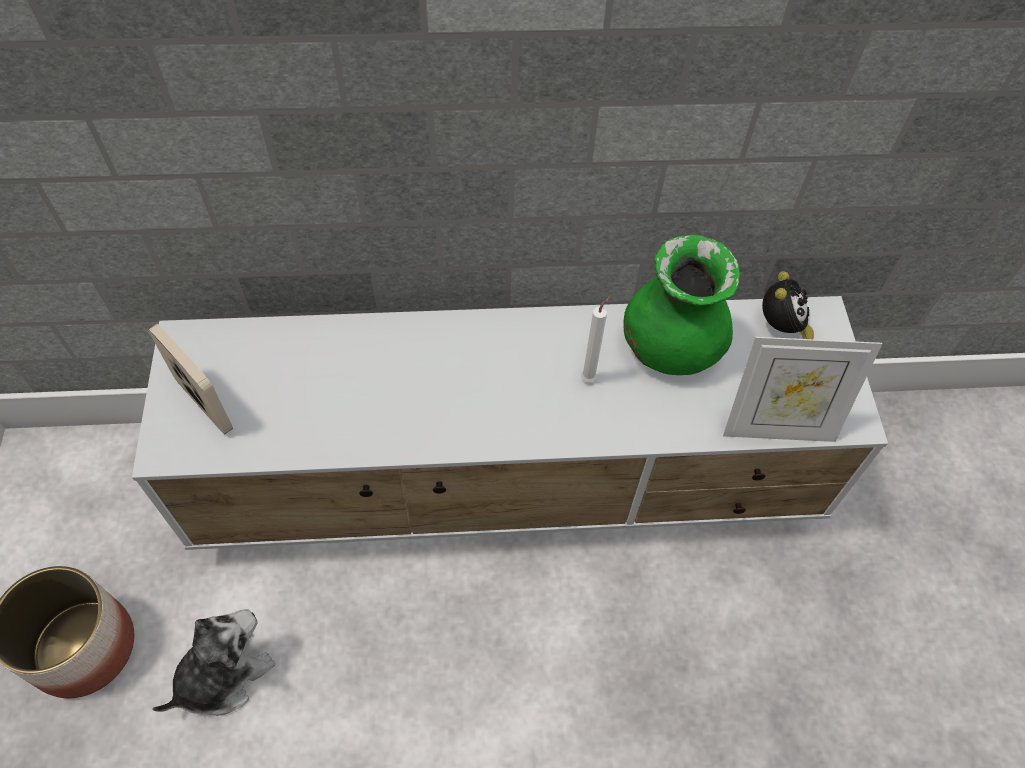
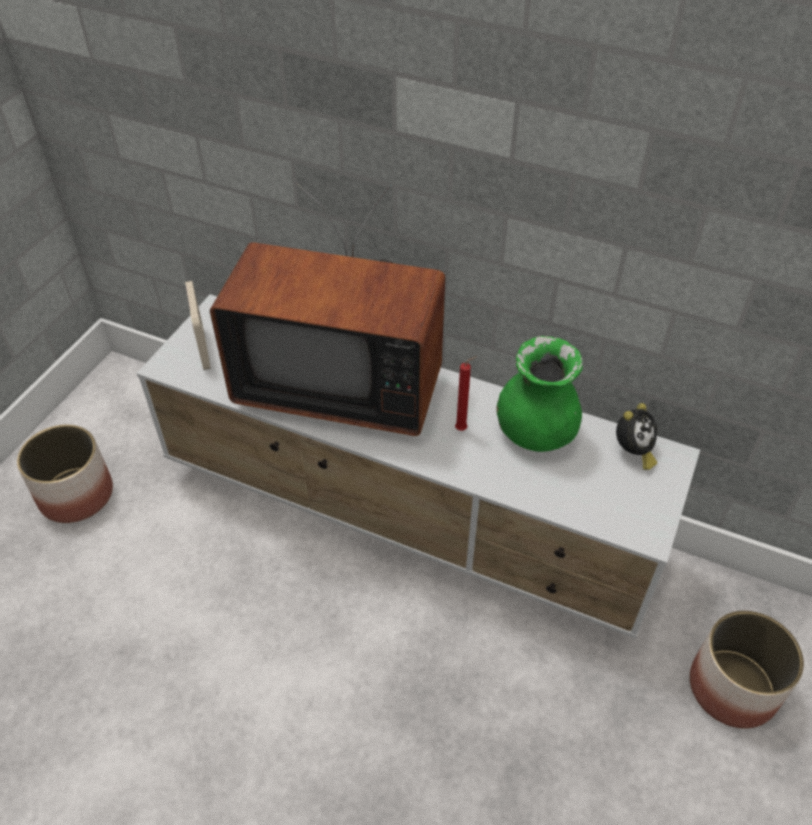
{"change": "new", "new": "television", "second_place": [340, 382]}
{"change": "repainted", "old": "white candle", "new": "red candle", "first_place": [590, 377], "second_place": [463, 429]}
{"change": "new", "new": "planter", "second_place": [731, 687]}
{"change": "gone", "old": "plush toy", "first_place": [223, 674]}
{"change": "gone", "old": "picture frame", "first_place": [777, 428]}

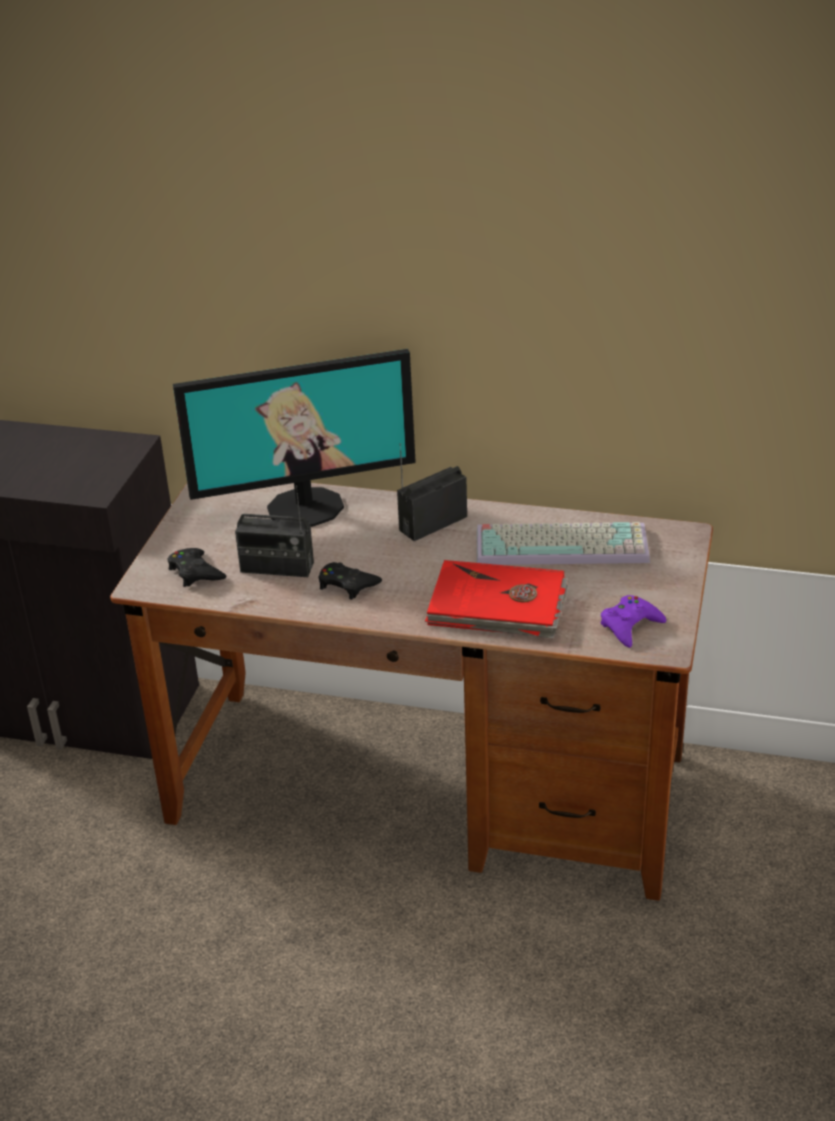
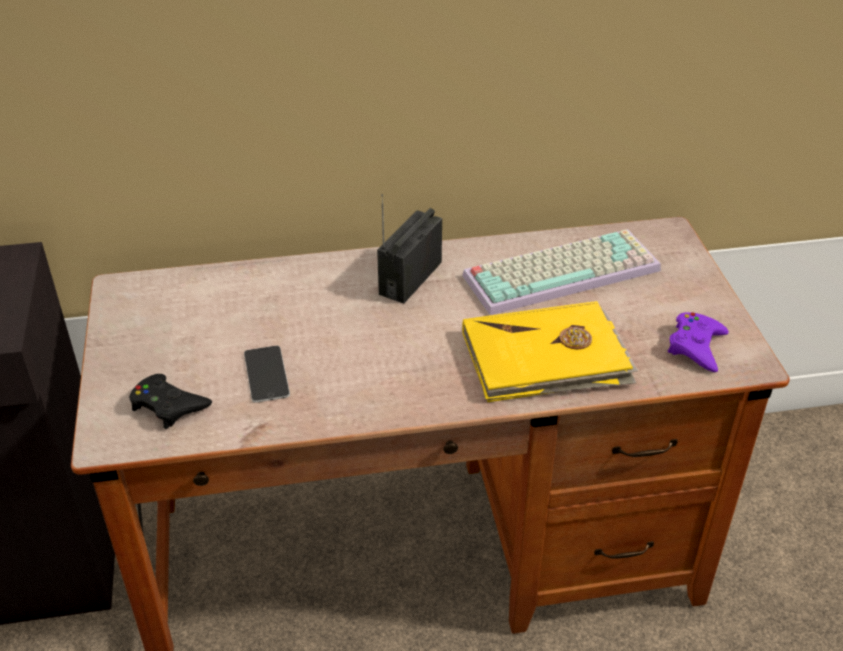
{"change": "swapped", "old": "radio", "new": "phone", "first_place": [277, 567], "second_place": [266, 374]}
{"change": "repainted", "old": "red book", "new": "yellow book", "first_place": [497, 606], "second_place": [546, 358]}
{"change": "gone", "old": "monitor", "first_place": [305, 506]}
{"change": "gone", "old": "black game controller", "first_place": [347, 584]}

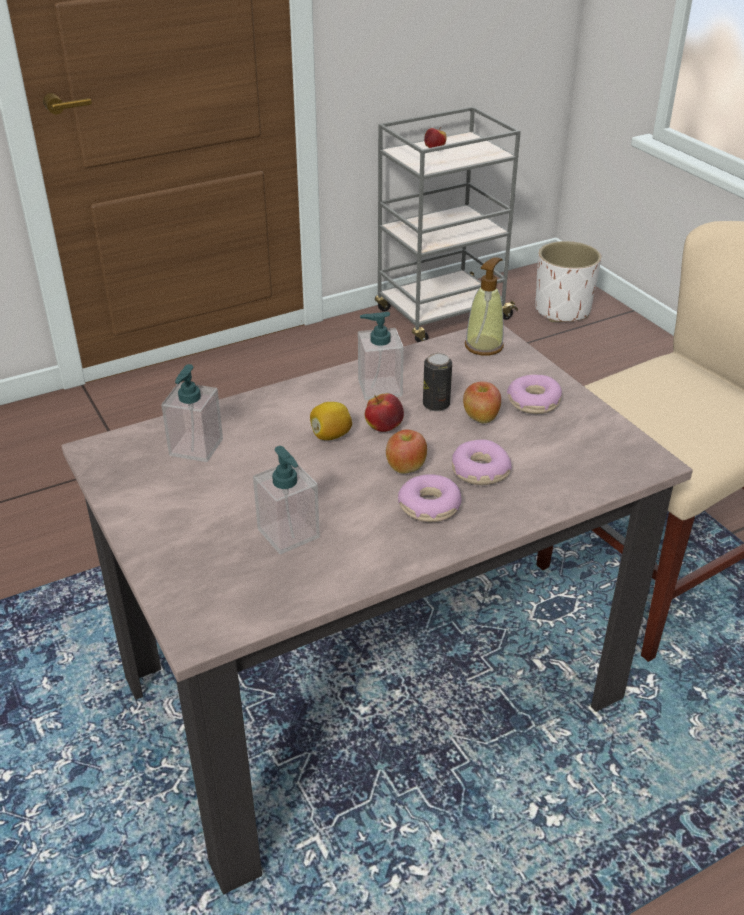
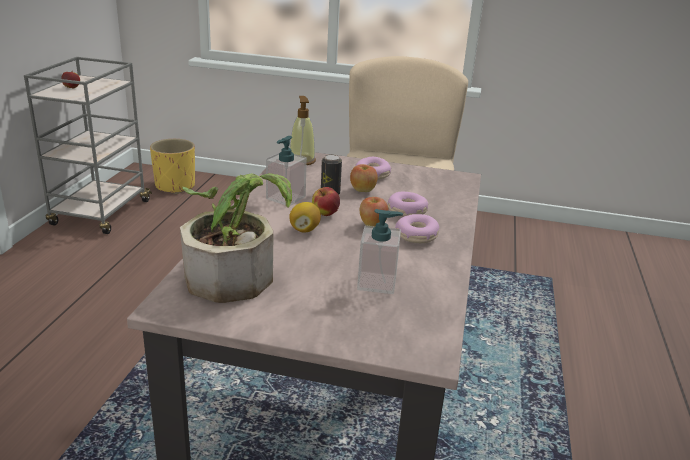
{"change": "repainted", "old": "white planter", "new": "yellow planter", "first_place": [563, 311], "second_place": [175, 186]}
{"change": "swapped", "old": "soap dispenser", "new": "potted plant", "first_place": [196, 447], "second_place": [235, 272]}

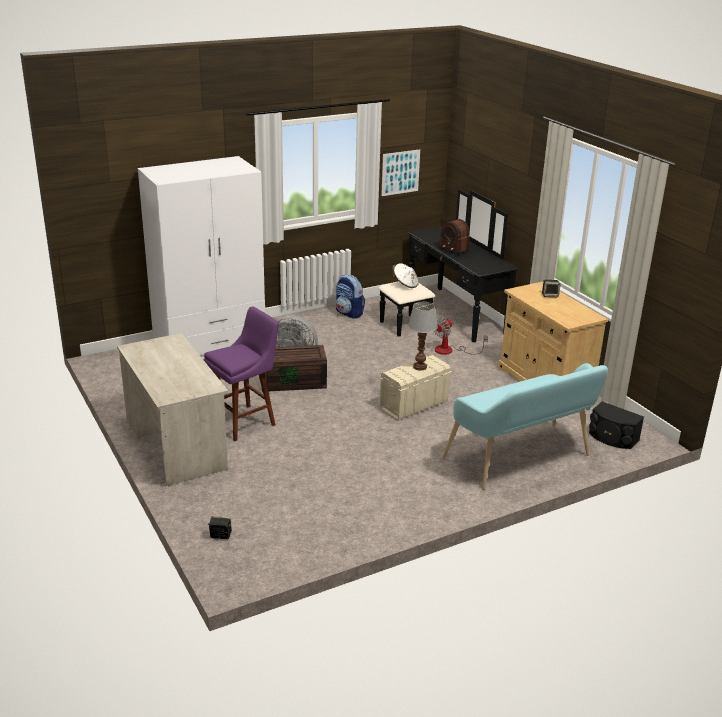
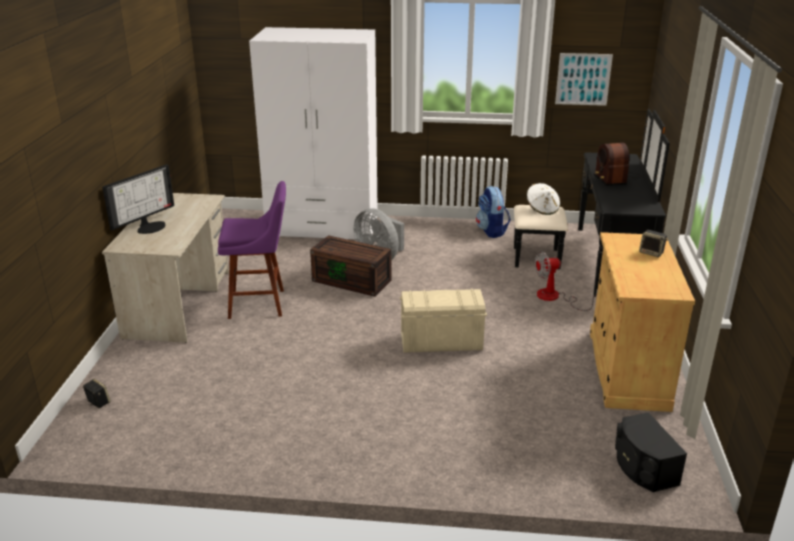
{"change": "new", "new": "monitor", "second_place": [150, 226]}
{"change": "gone", "old": "table lamp", "first_place": [420, 367]}
{"change": "gone", "old": "turquoise bench", "first_place": [522, 460]}

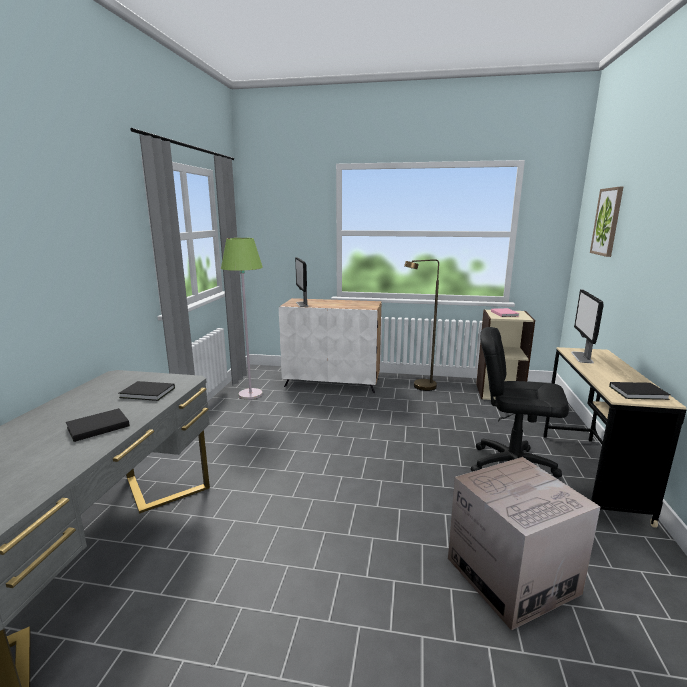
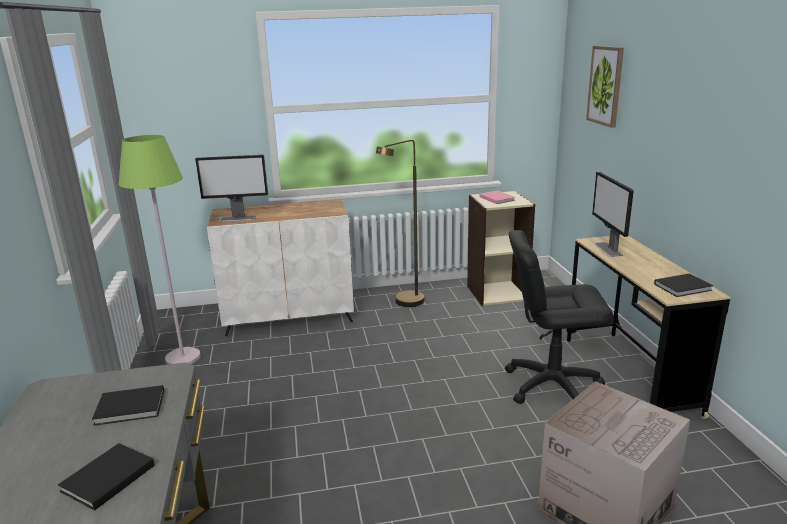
{"change": "rotated", "old": "monitor", "first_place": [302, 304], "second_place": [238, 218], "degrees": -60}

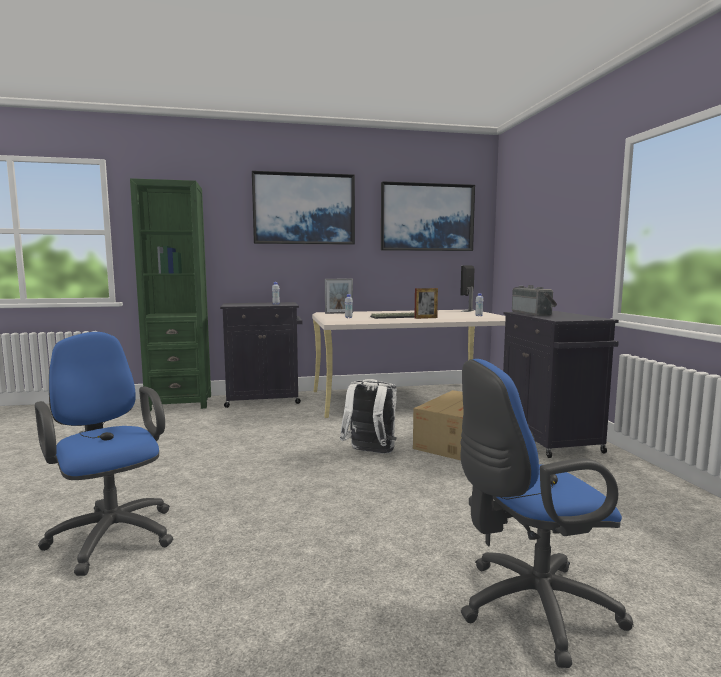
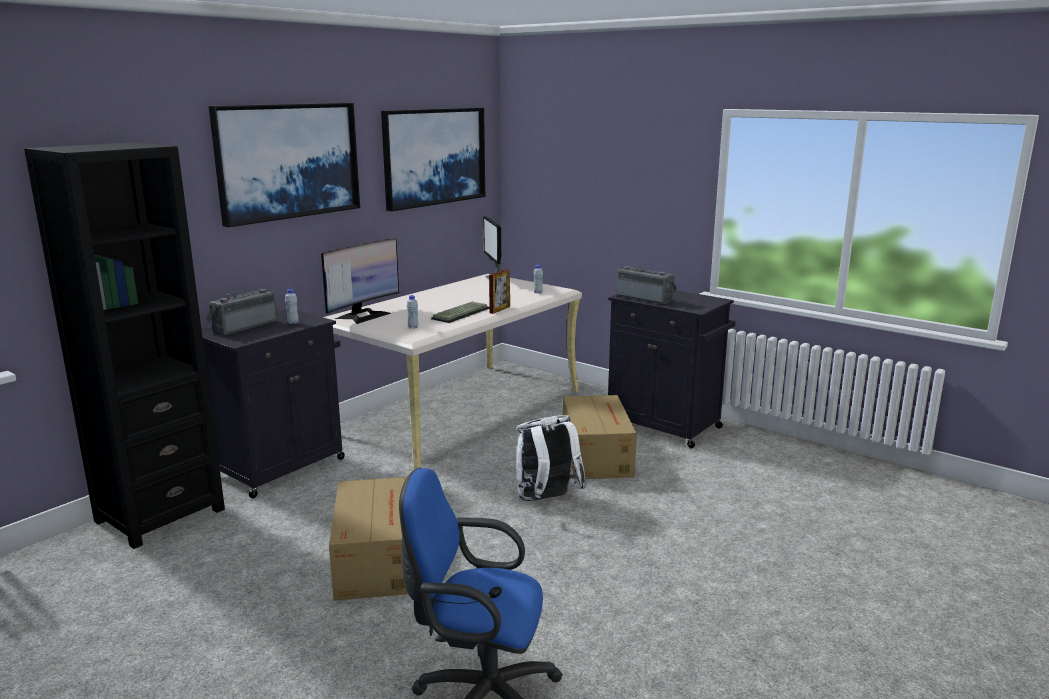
{"change": "repainted", "old": "green bookcase", "new": "black bookcase", "first_place": [180, 403], "second_place": [160, 515]}
{"change": "new", "new": "radio", "second_place": [243, 326]}
{"change": "swapped", "old": "picture frame", "new": "monitor", "first_place": [339, 313], "second_place": [363, 315]}
{"change": "new", "new": "cardboard box", "second_place": [376, 558]}
{"change": "gone", "old": "blue office chair", "first_place": [529, 608]}

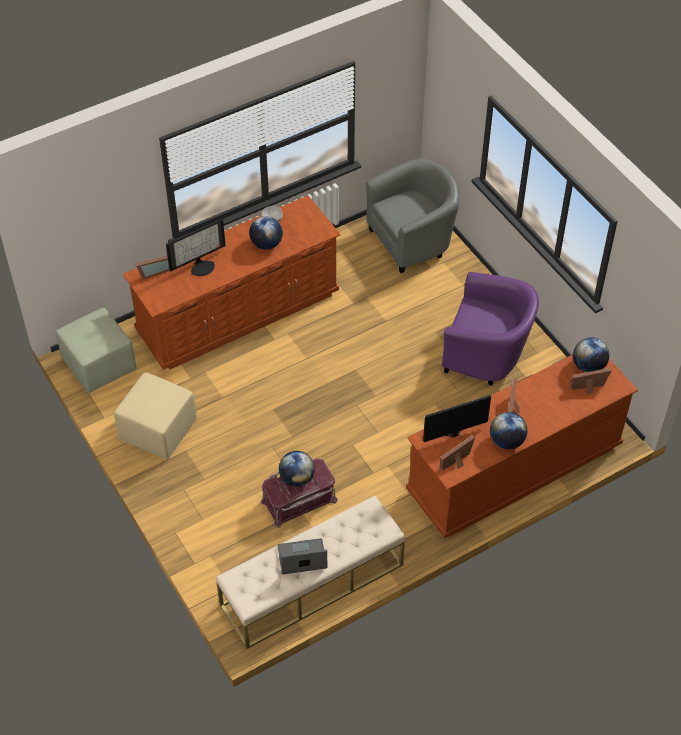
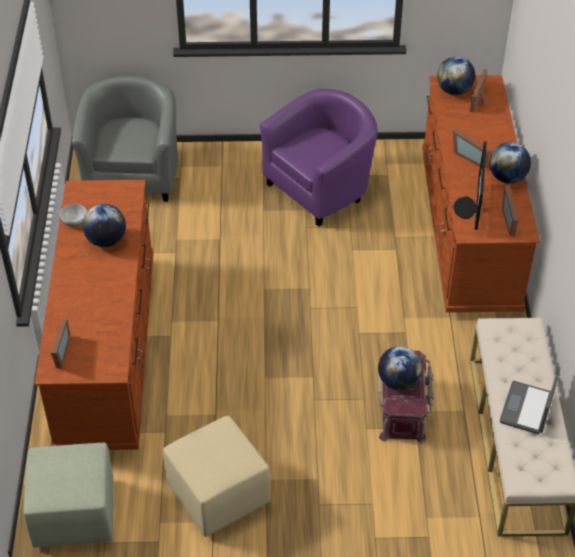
{"change": "gone", "old": "monitor", "first_place": [202, 266]}

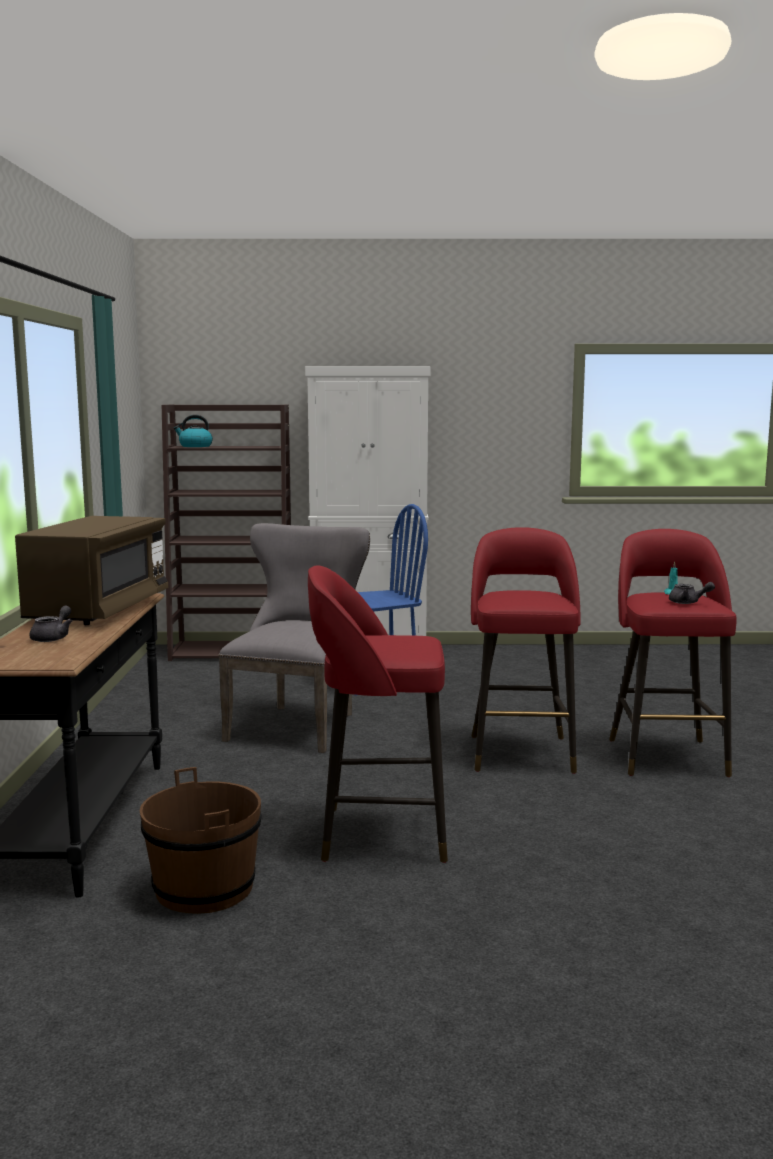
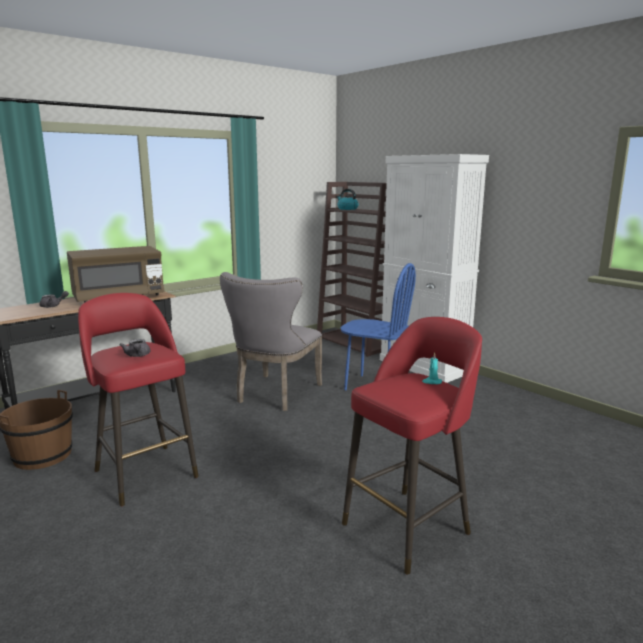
{"change": "shifted", "old": "grey teapot", "first_place": [688, 602], "second_place": [137, 355]}
{"change": "rotated", "old": "grey chair", "first_place": [298, 724], "second_place": [275, 395], "degrees": 135}
{"change": "gone", "old": "red stool", "first_place": [521, 752]}

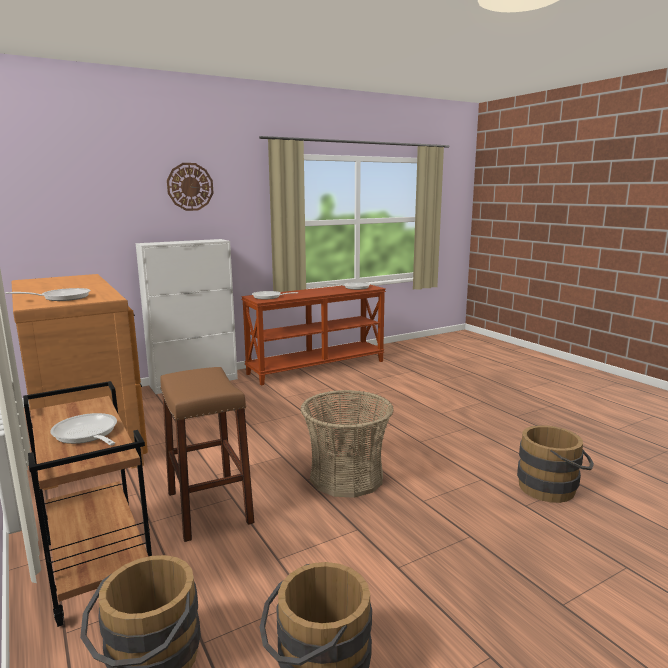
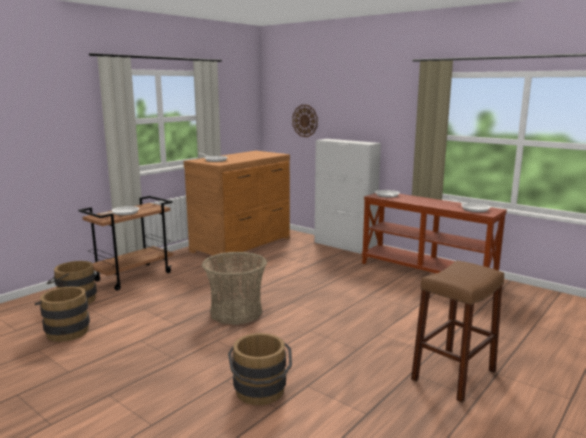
{"change": "shifted", "old": "wall clock", "first_place": [190, 187], "second_place": [305, 120]}
{"change": "shifted", "old": "brown stool", "first_place": [209, 507], "second_place": [454, 375]}

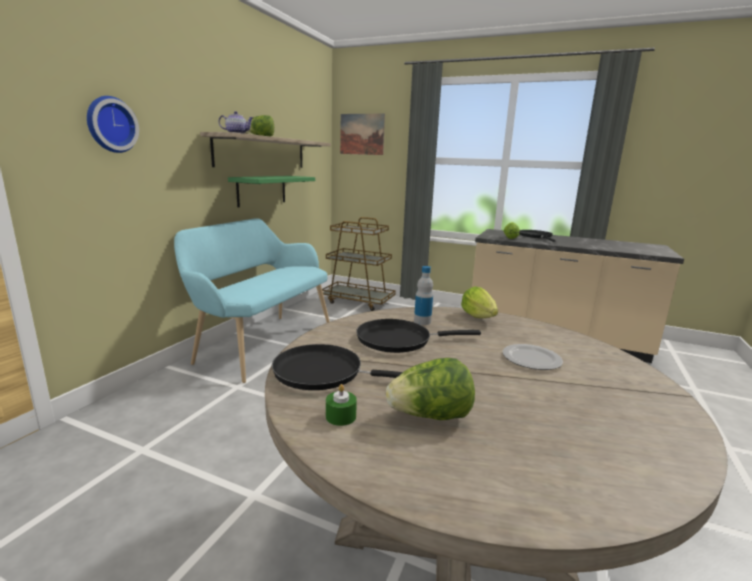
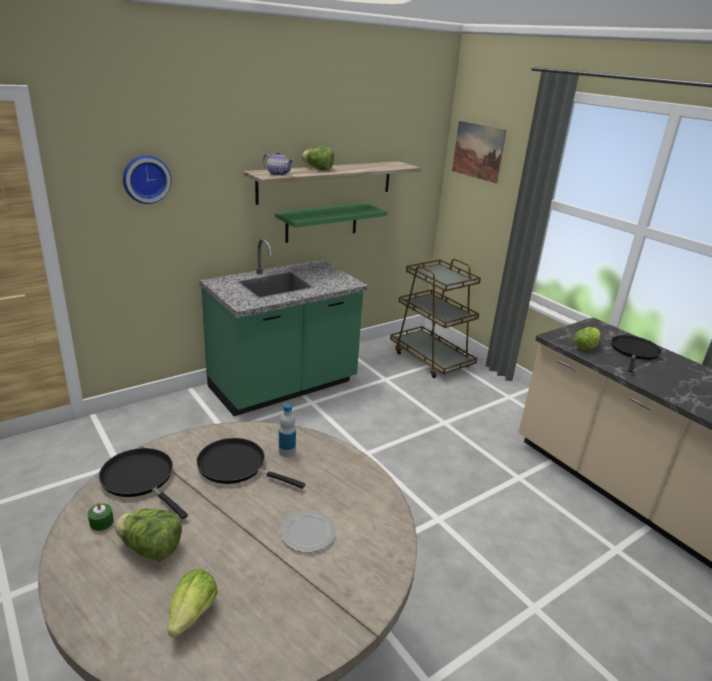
{"change": "shifted", "old": "lettuce", "first_place": [480, 318], "second_place": [190, 618]}
{"change": "swapped", "old": "turquoise bench", "new": "green counter", "first_place": [261, 343], "second_place": [283, 386]}

